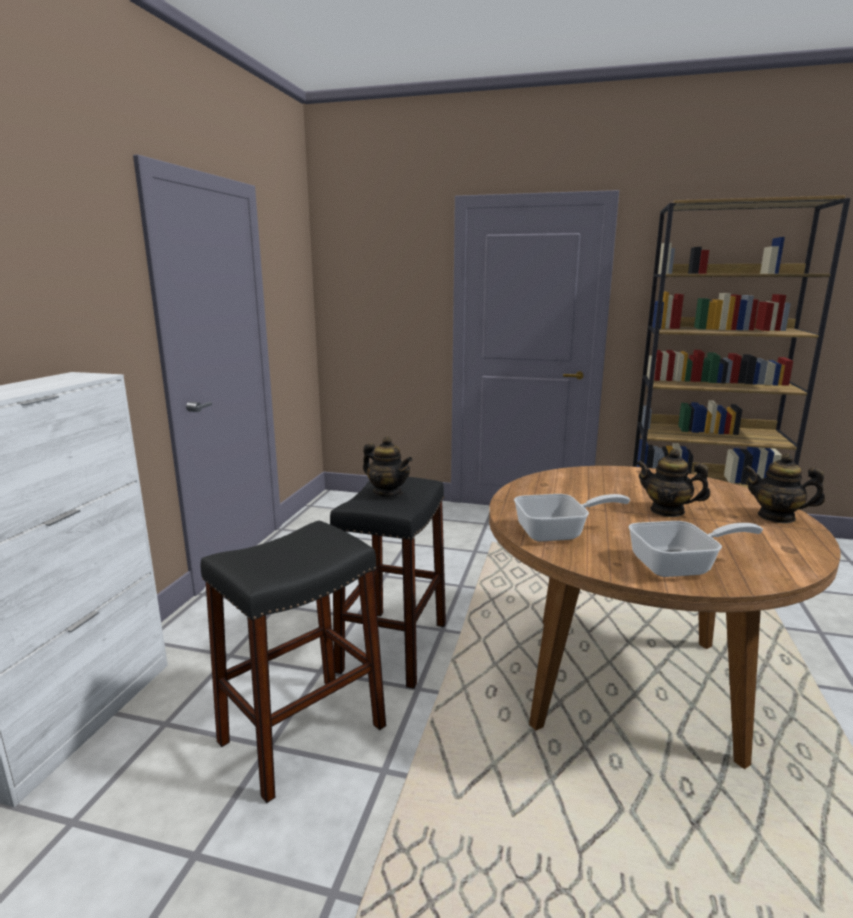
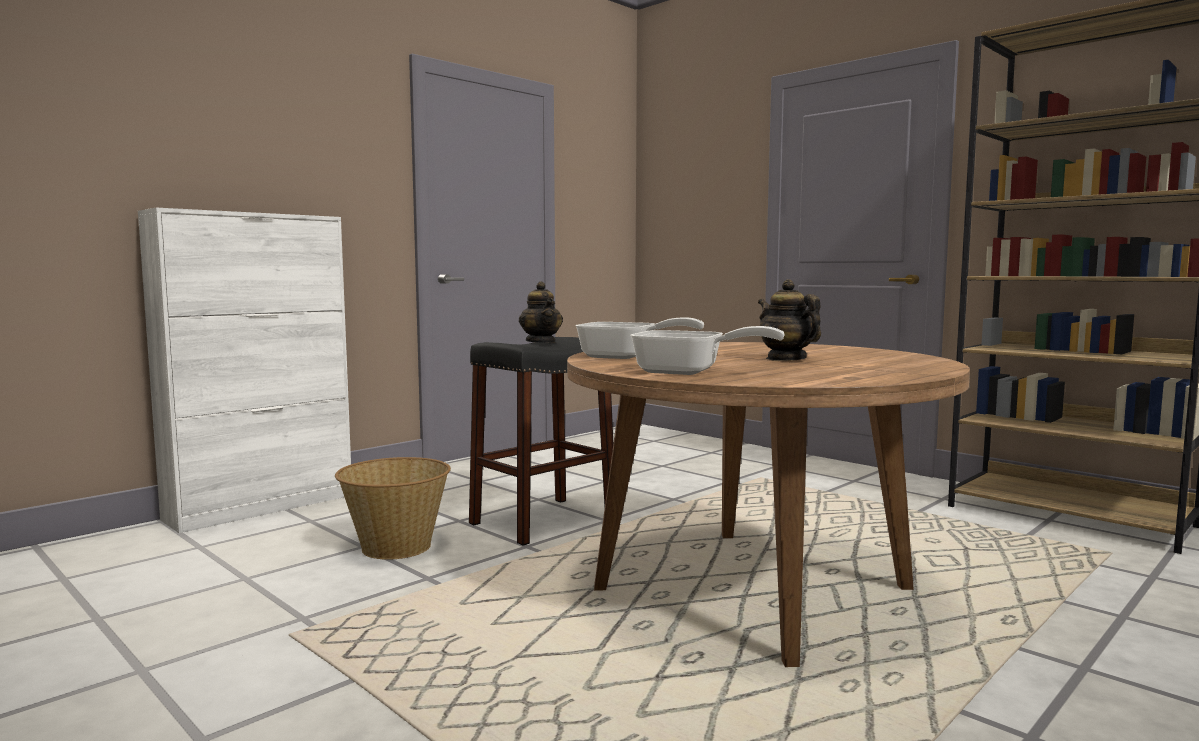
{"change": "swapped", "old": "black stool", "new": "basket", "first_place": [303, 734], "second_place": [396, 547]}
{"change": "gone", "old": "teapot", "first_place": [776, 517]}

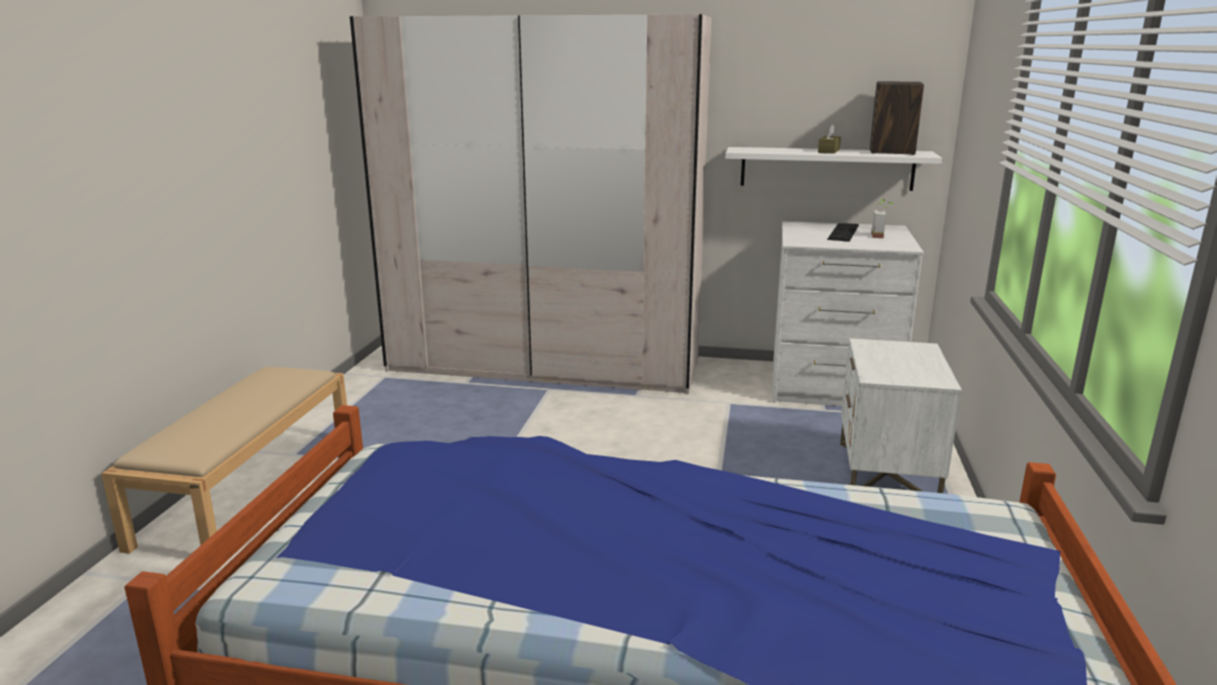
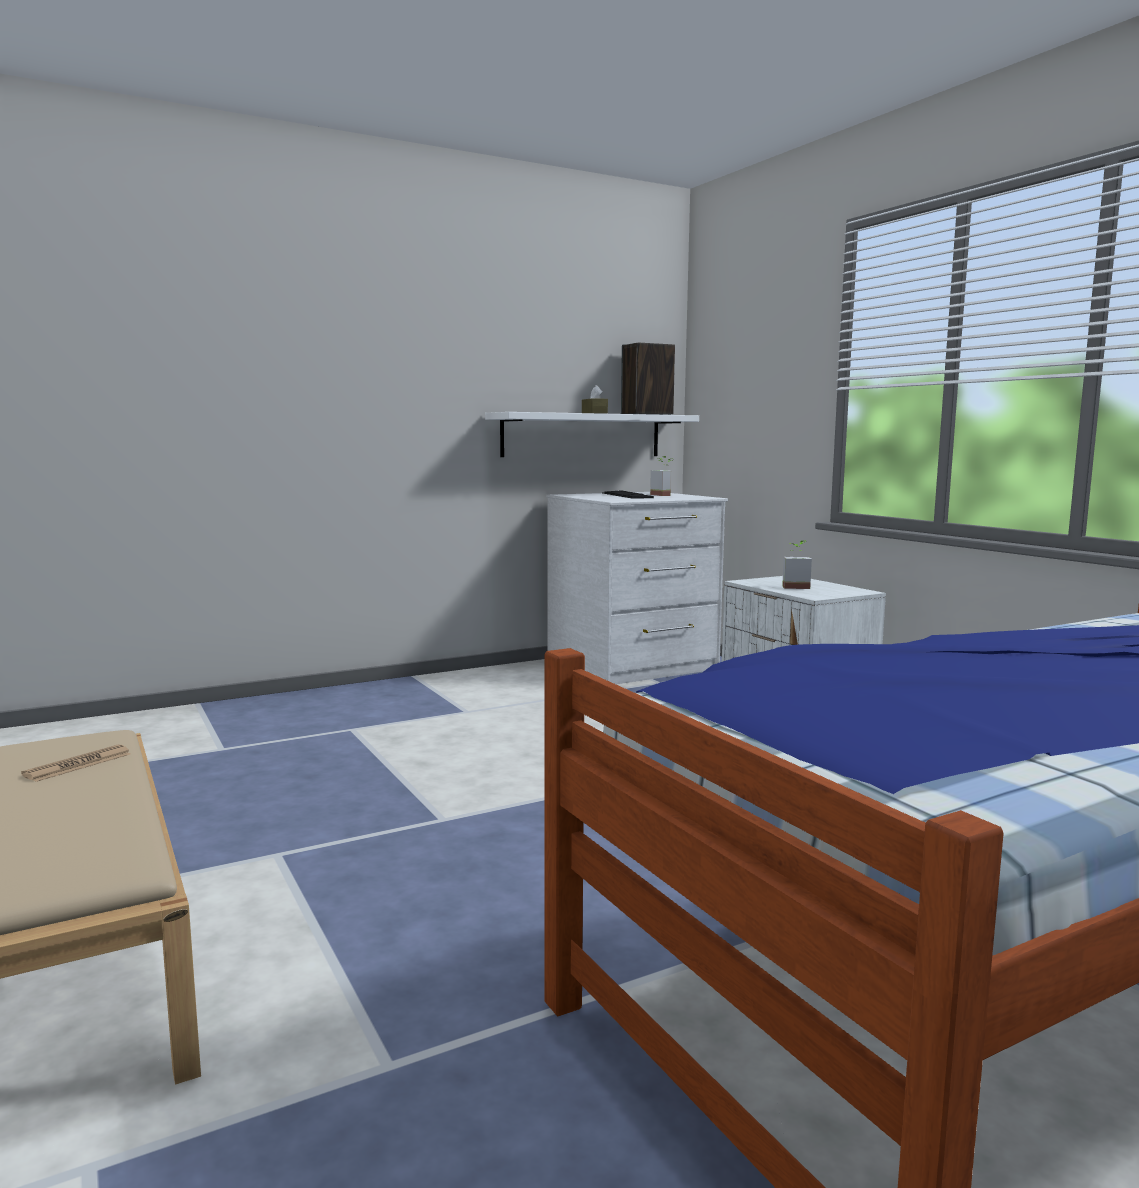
{"change": "new", "new": "newspaper", "second_place": [78, 765]}
{"change": "new", "new": "potted plant", "second_place": [795, 586]}
{"change": "gone", "old": "beige wardrobe", "first_place": [545, 364]}

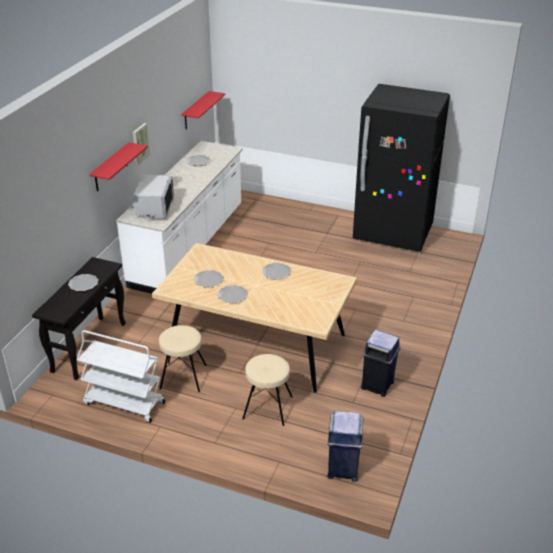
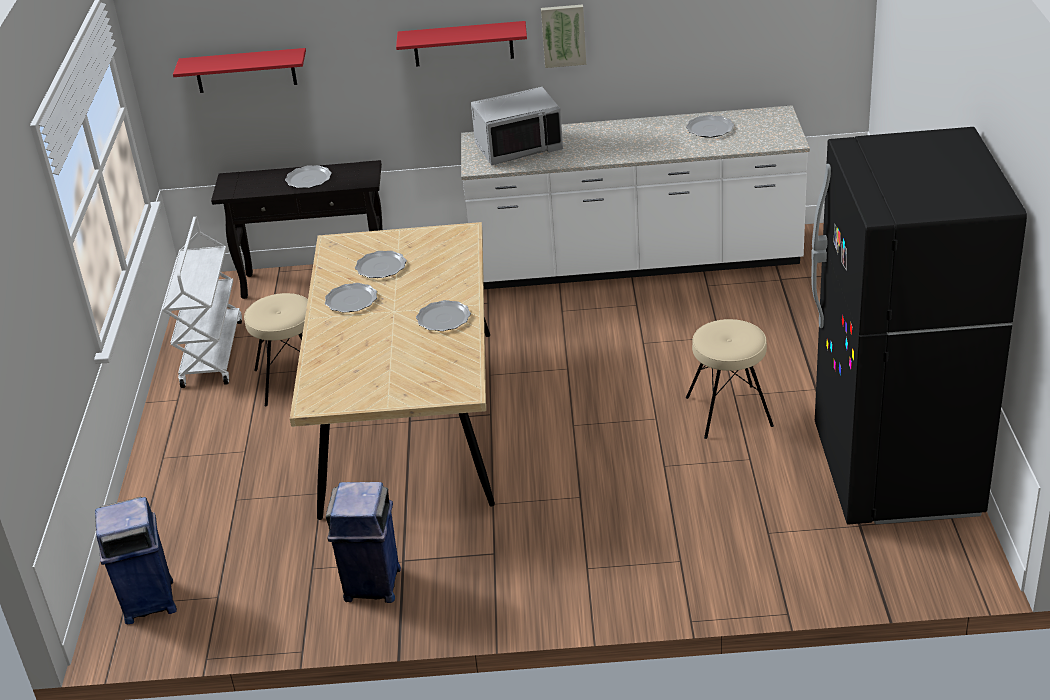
{"change": "shifted", "old": "red shelf", "first_place": [195, 111], "second_place": [245, 70]}
{"change": "shifted", "old": "beige stool", "first_place": [267, 407], "second_place": [729, 411]}

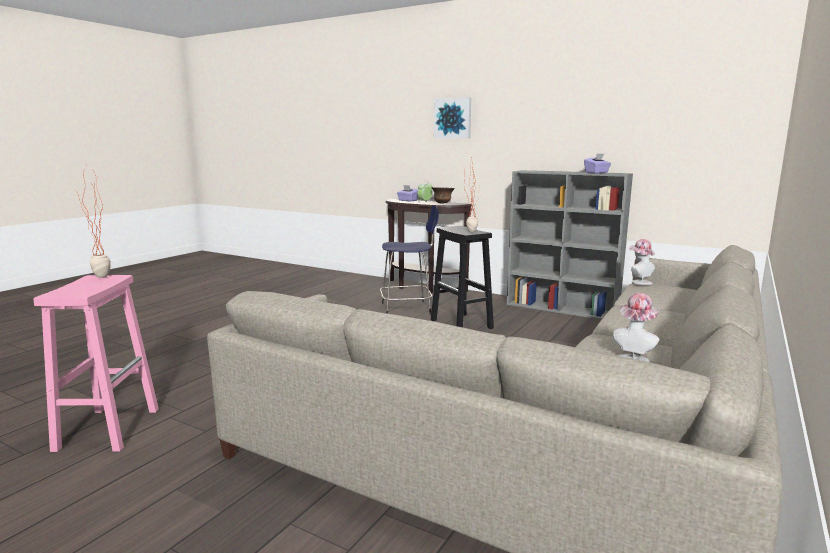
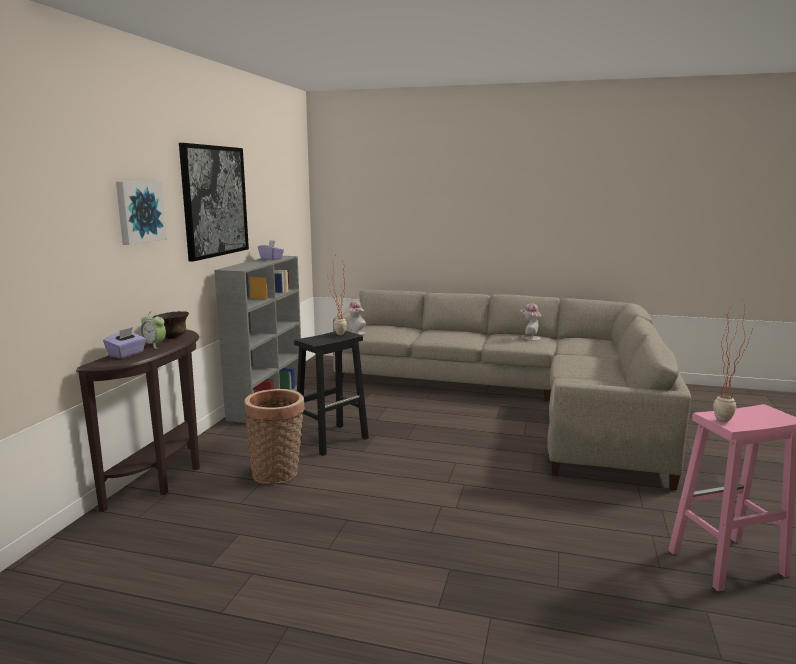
{"change": "new", "new": "picture", "second_place": [214, 201]}
{"change": "swapped", "old": "blue stool", "new": "basket", "first_place": [408, 308], "second_place": [278, 474]}

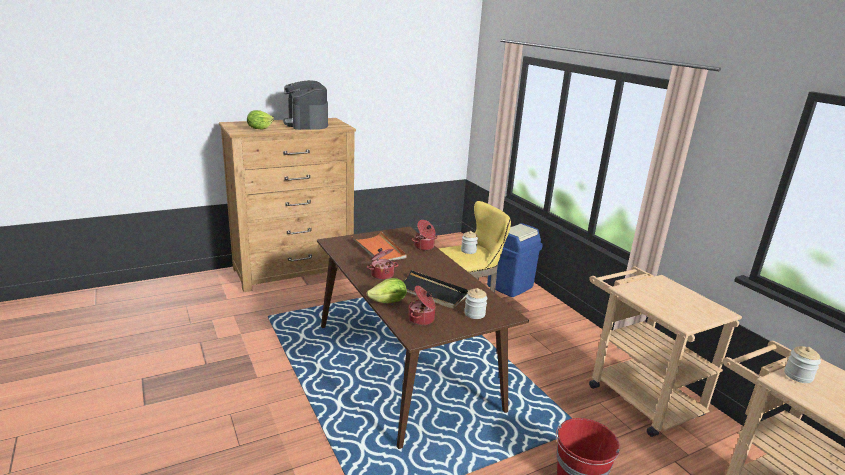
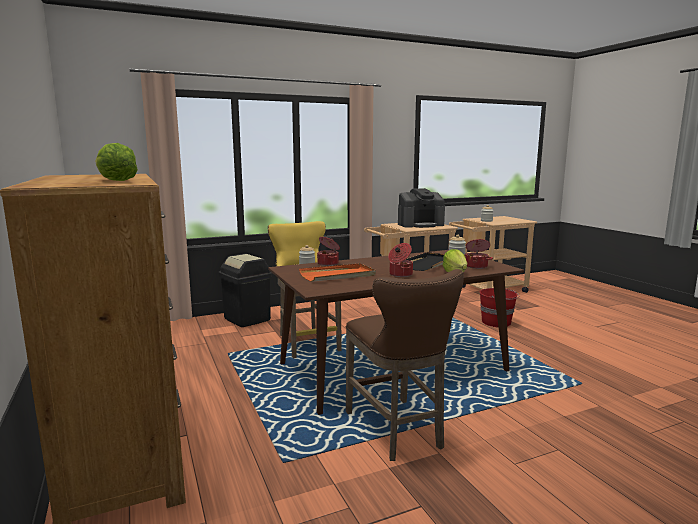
{"change": "repainted", "old": "blue trash can", "new": "black trash can", "first_place": [510, 286], "second_place": [247, 319]}
{"change": "new", "new": "brown stool", "second_place": [397, 432]}
{"change": "shifted", "old": "coffee machine", "first_place": [306, 124], "second_place": [420, 224]}

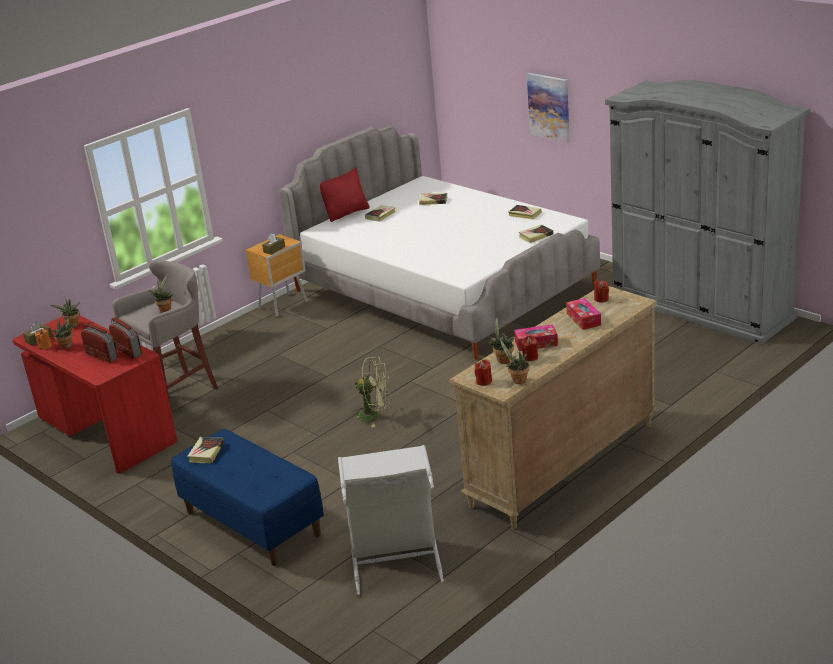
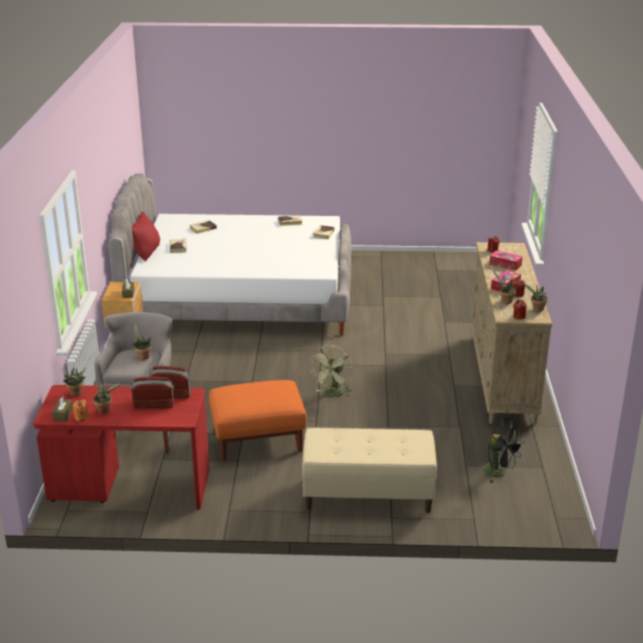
{"change": "new", "new": "orange ottoman", "second_place": [257, 441]}
{"change": "repainted", "old": "blue bench", "new": "beige bench", "first_place": [251, 523], "second_place": [367, 495]}
{"change": "rotated", "old": "green fan", "first_place": [375, 415], "second_place": [333, 394], "degrees": 150}
{"change": "swapped", "old": "grey laundry basket", "new": "black fan", "first_place": [396, 560], "second_place": [499, 472]}
{"change": "gone", "old": "book", "first_place": [206, 452]}
{"change": "gone", "old": "picture", "first_place": [549, 107]}
{"change": "gone", "old": "grey wardrobe", "first_place": [700, 306]}

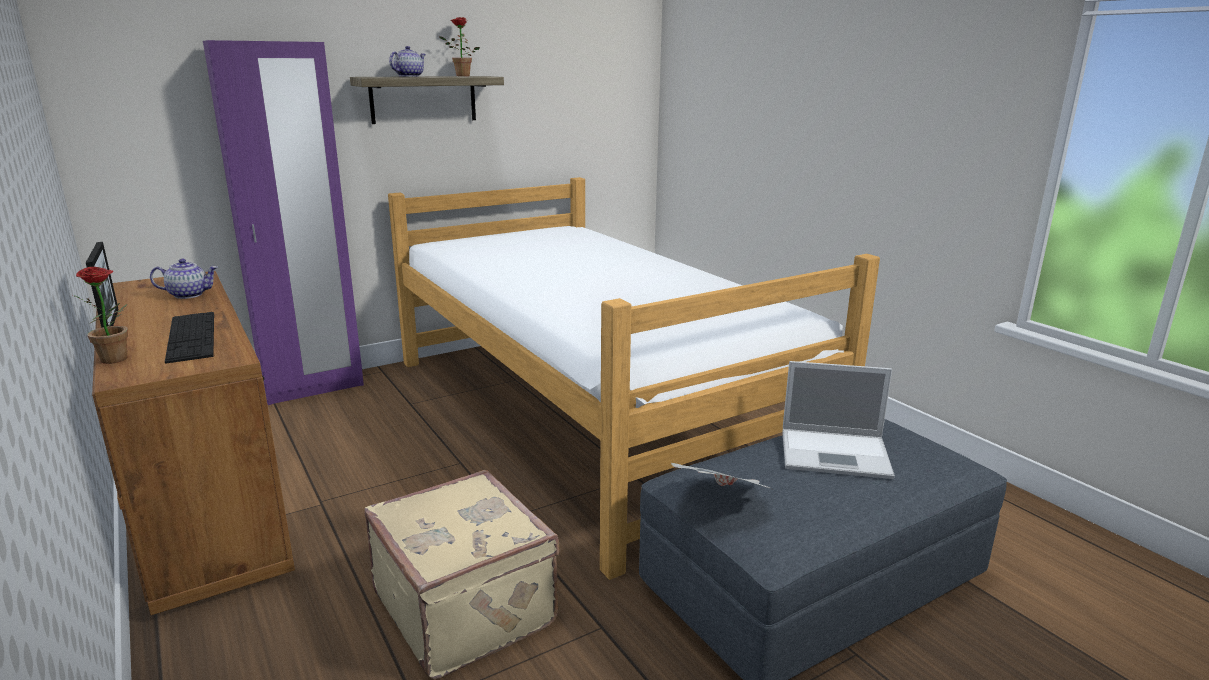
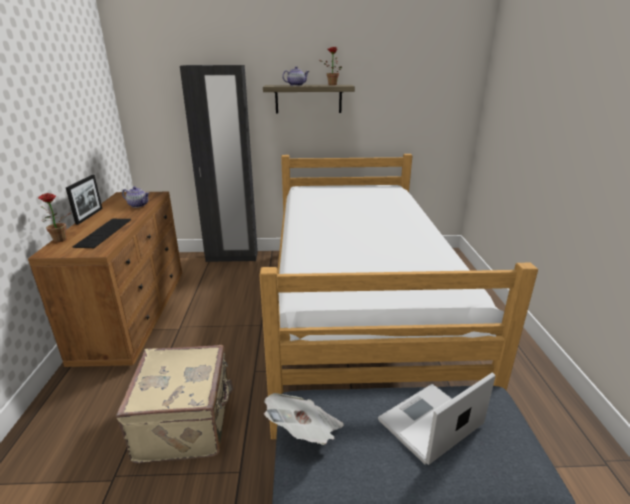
{"change": "repainted", "old": "purple wardrobe", "new": "black wardrobe", "first_place": [313, 388], "second_place": [232, 257]}
{"change": "rotated", "old": "laptop", "first_place": [837, 453], "second_place": [429, 424], "degrees": 105}

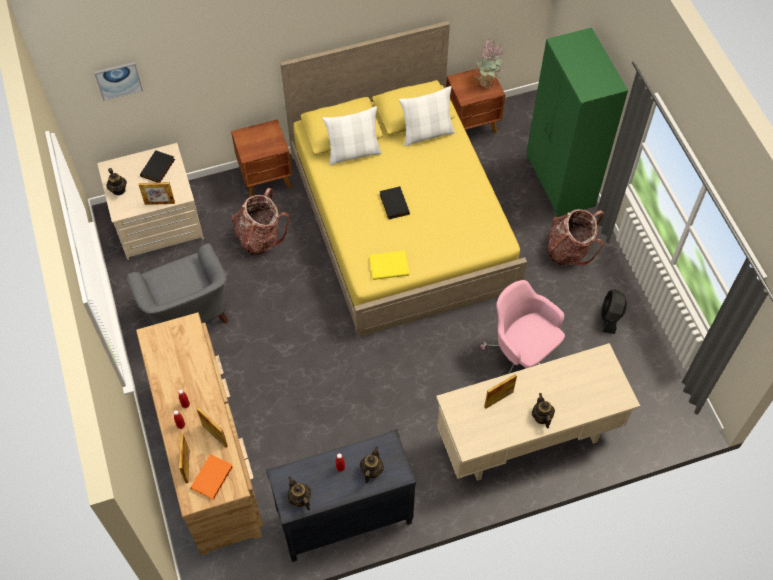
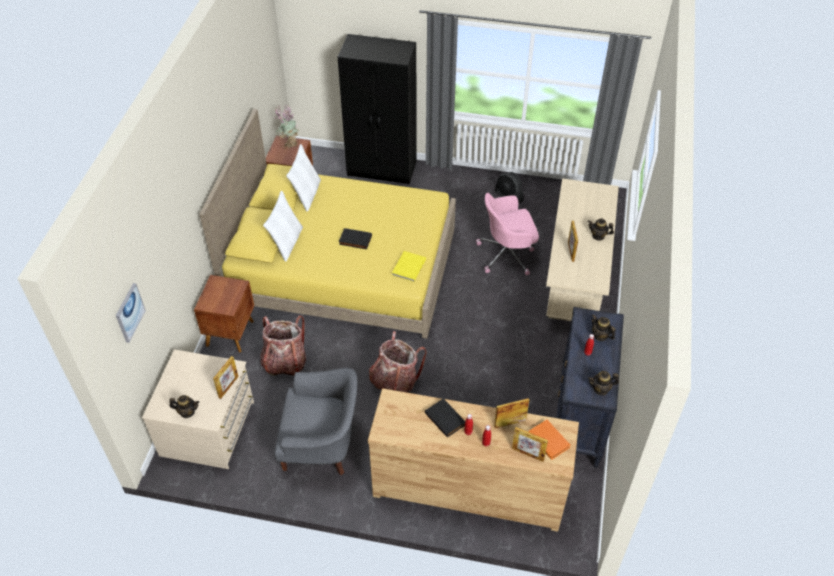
{"change": "repainted", "old": "green wardrobe", "new": "black wardrobe", "first_place": [559, 182], "second_place": [382, 169]}
{"change": "shifted", "old": "backpack", "first_place": [569, 250], "second_place": [394, 382]}
{"change": "shifted", "old": "black book", "first_place": [158, 168], "second_place": [446, 419]}

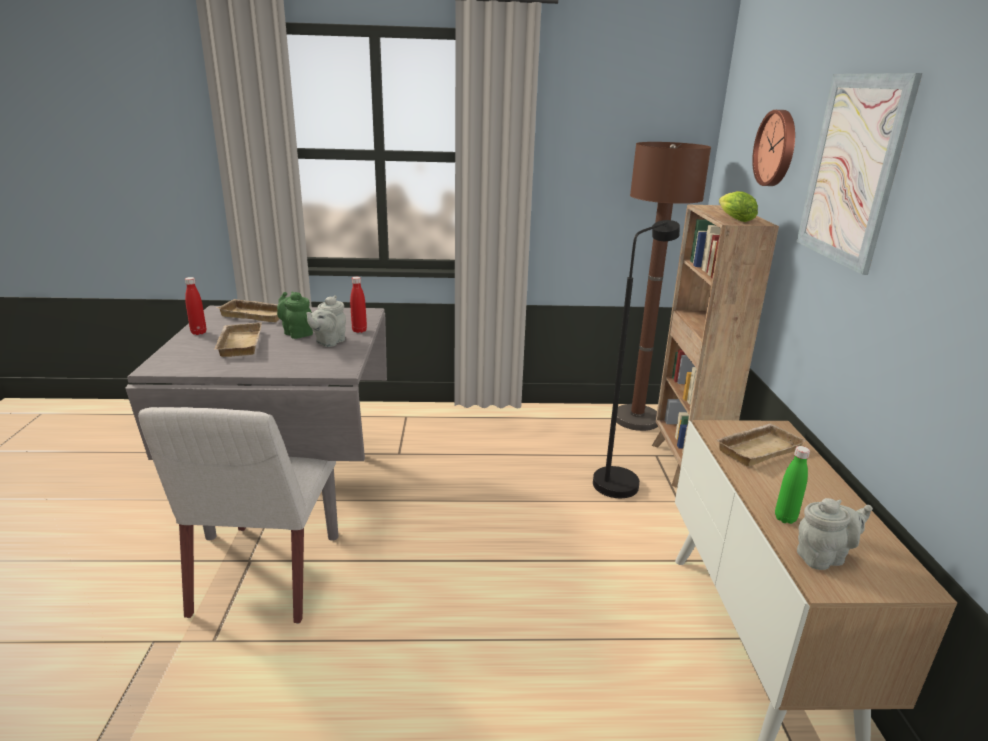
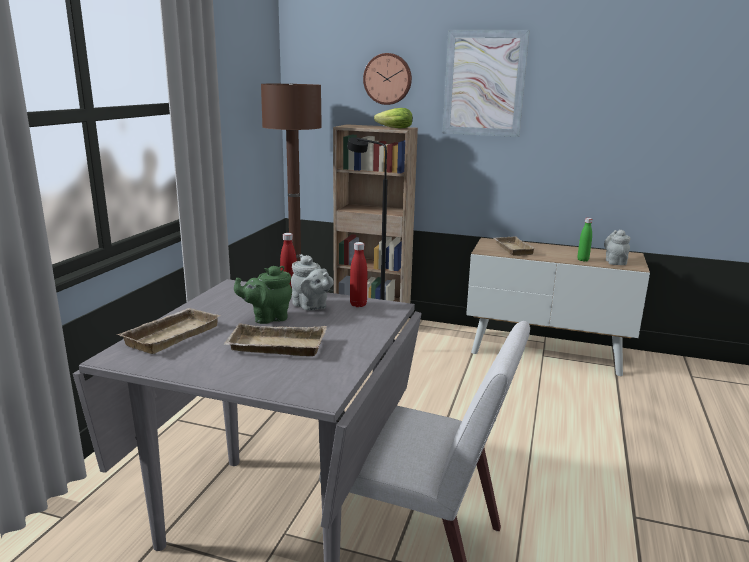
{"change": "shifted", "old": "red bottle", "first_place": [198, 332], "second_place": [358, 304]}

